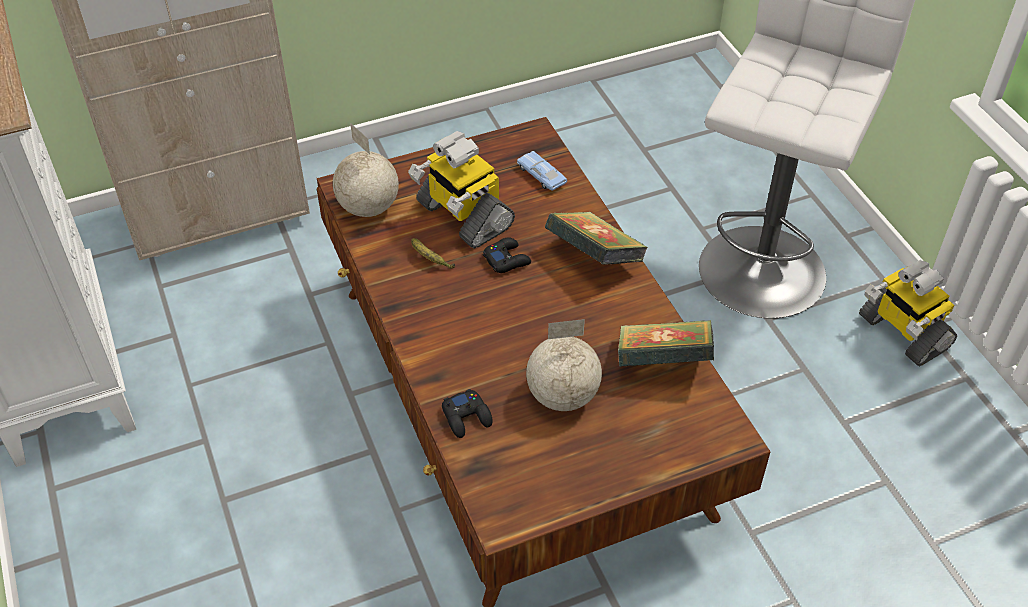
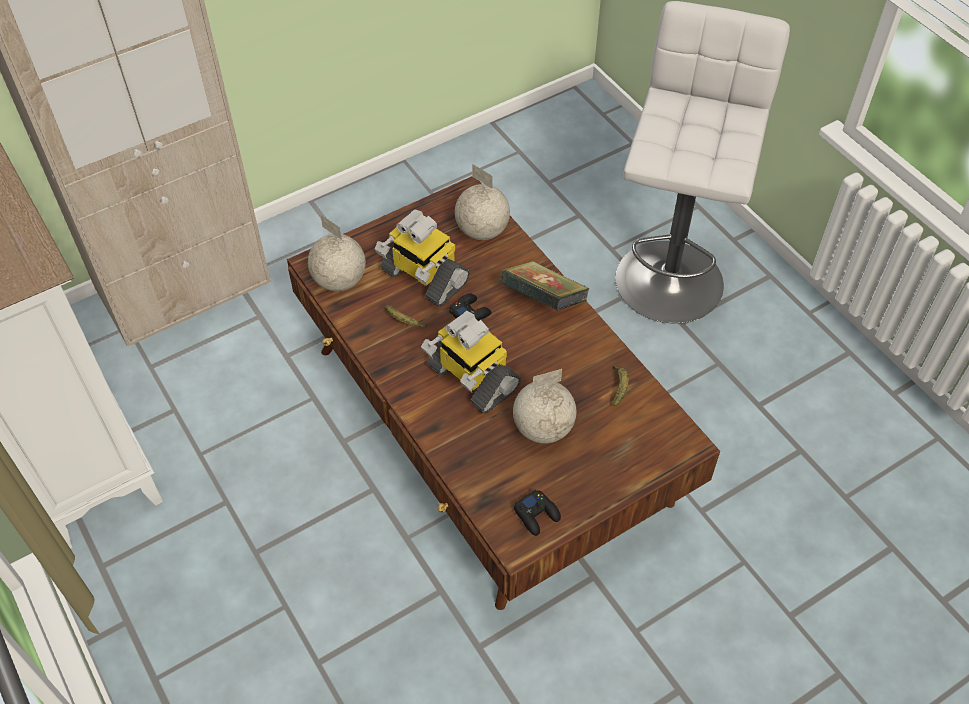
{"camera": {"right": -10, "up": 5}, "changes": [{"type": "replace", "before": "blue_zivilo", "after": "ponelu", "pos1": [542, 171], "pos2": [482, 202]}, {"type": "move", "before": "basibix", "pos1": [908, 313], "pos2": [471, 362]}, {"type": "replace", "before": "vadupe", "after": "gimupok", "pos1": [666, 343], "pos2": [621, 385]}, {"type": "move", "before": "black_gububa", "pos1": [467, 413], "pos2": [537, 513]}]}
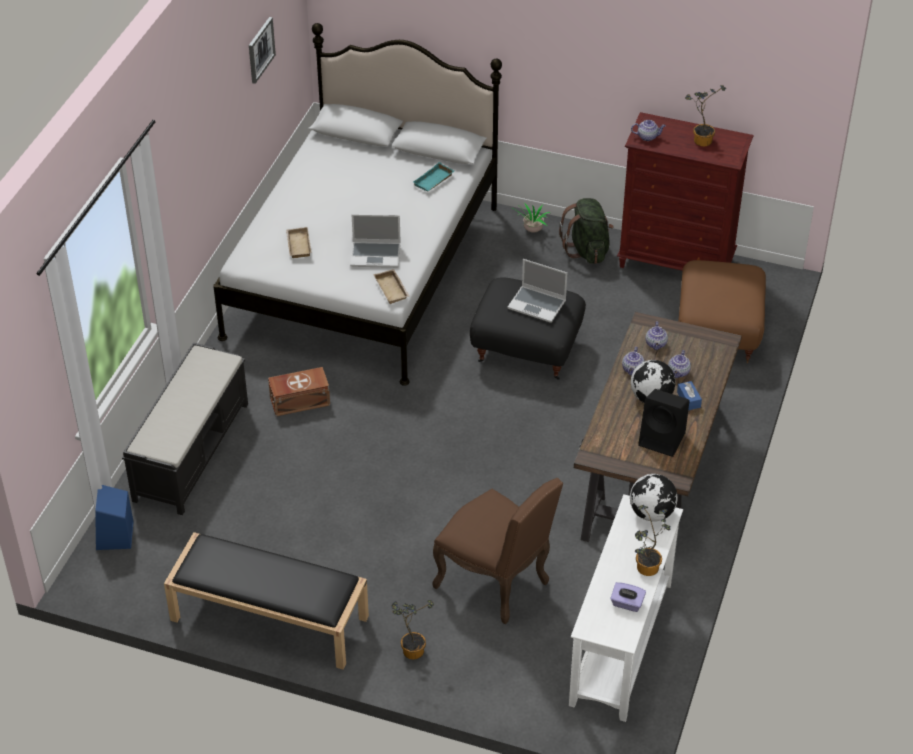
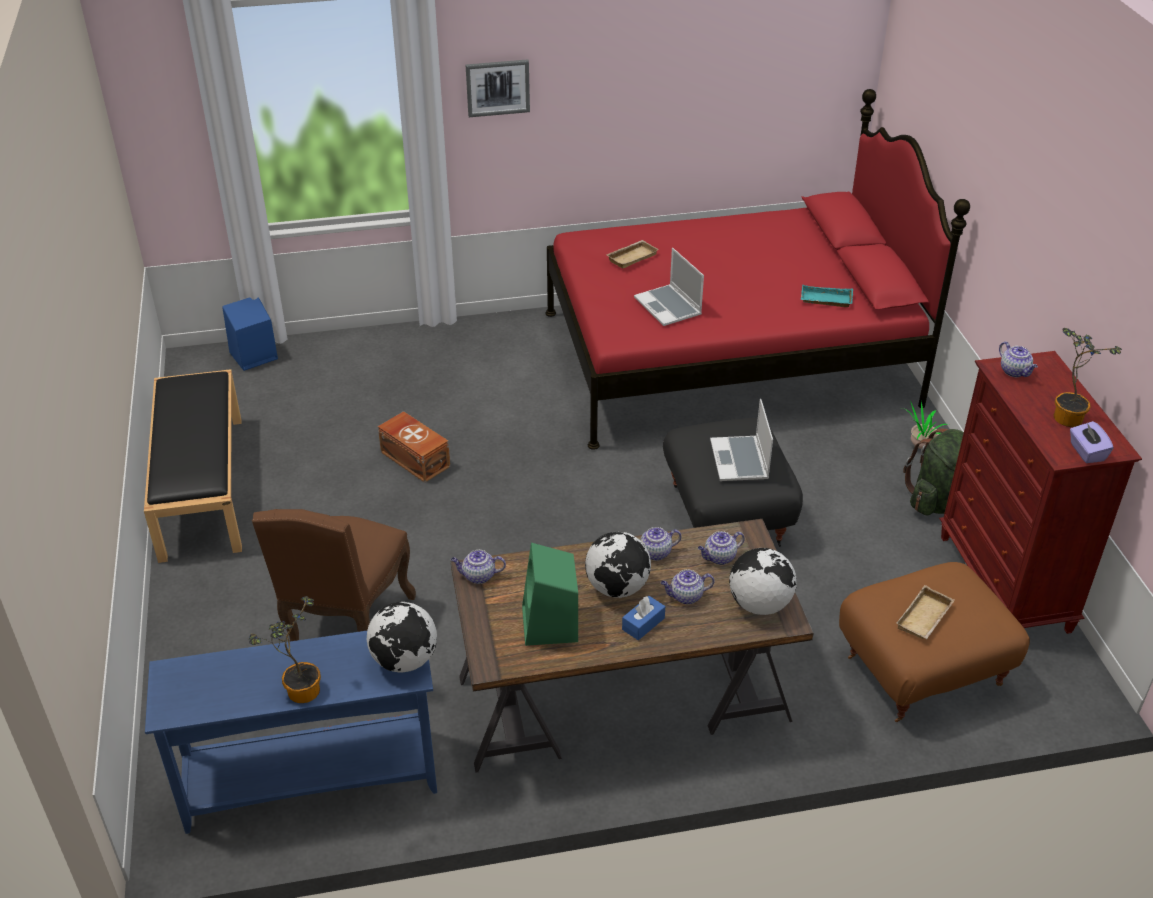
{"camera": {"right": 60, "up": -5}, "changes": [{"type": "move", "before": "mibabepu", "pos1": [262, 50], "pos2": [498, 88]}, {"type": "recolor", "before": "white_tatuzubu", "after": "red_tatuzubu", "pos1": [357, 204], "pos2": [758, 269]}, {"type": "move", "before": "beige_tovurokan", "pos1": [391, 286], "pos2": [925, 612]}, {"type": "delete", "before": "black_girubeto", "pos1": [185, 429]}, {"type": "move", "before": "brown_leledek", "pos1": [299, 391], "pos2": [414, 447]}, {"type": "recolor", "before": "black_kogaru", "after": "green_kogaru", "pos1": [664, 423], "pos2": [550, 594]}, {"type": "recolor", "before": "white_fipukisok", "after": "blue_fipukisok", "pos1": [626, 608], "pos2": [291, 732]}, {"type": "move", "before": "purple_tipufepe", "pos1": [628, 597], "pos2": [1092, 442]}, {"type": "delete", "before": "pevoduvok", "pos1": [412, 629]}, {"type": "insert", "after": "ponelu", "pos2": [763, 581]}, {"type": "insert", "after": "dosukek", "pos2": [478, 567]}]}
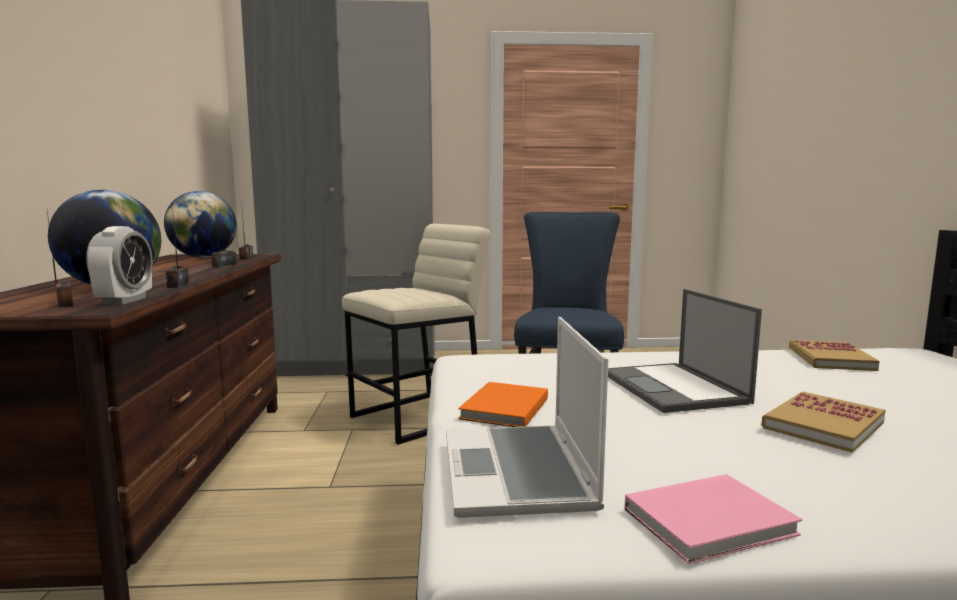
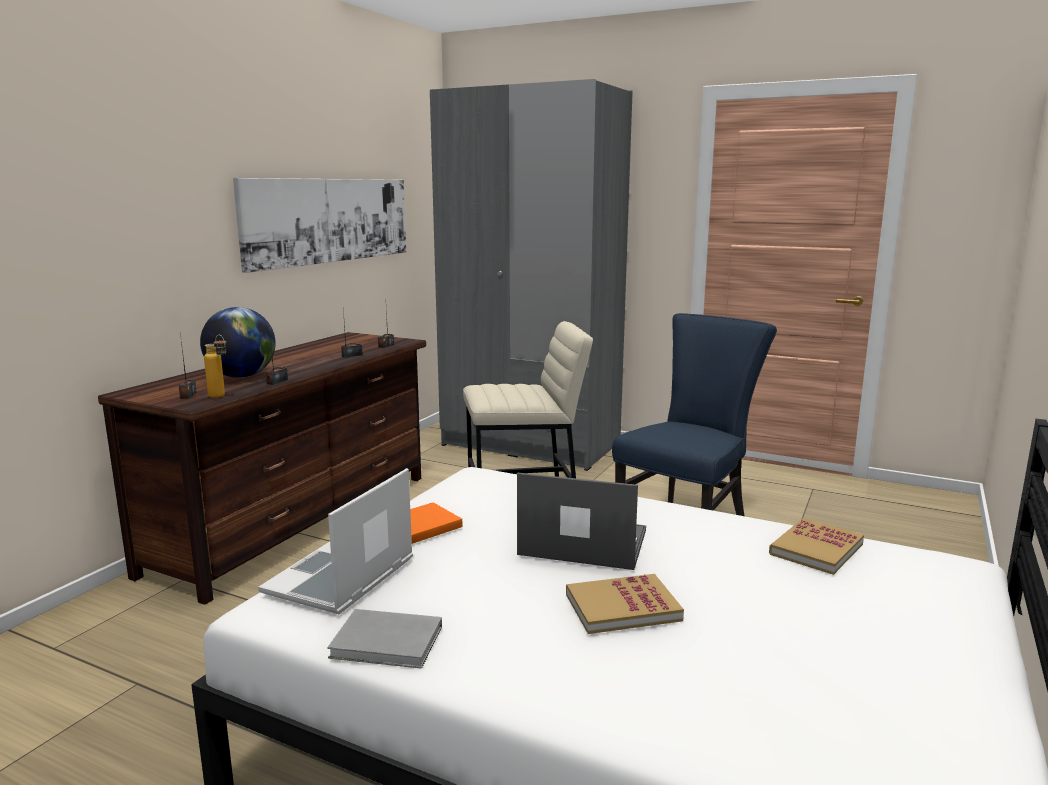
{"camera": {"right": 30, "up": 5}, "changes": [{"type": "delete", "before": "ponelu", "pos1": [200, 224]}, {"type": "replace", "before": "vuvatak", "after": "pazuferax", "pos1": [119, 265], "pos2": [215, 366]}, {"type": "rotate", "before": "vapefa", "pos1": [685, 351], "pos2": [581, 521], "turn": 90}, {"type": "recolor", "before": "pink_vadupe", "after": "grey_vadupe", "pos1": [713, 519], "pos2": [384, 639]}, {"type": "insert", "after": "mibabepu", "pos2": [319, 225]}]}
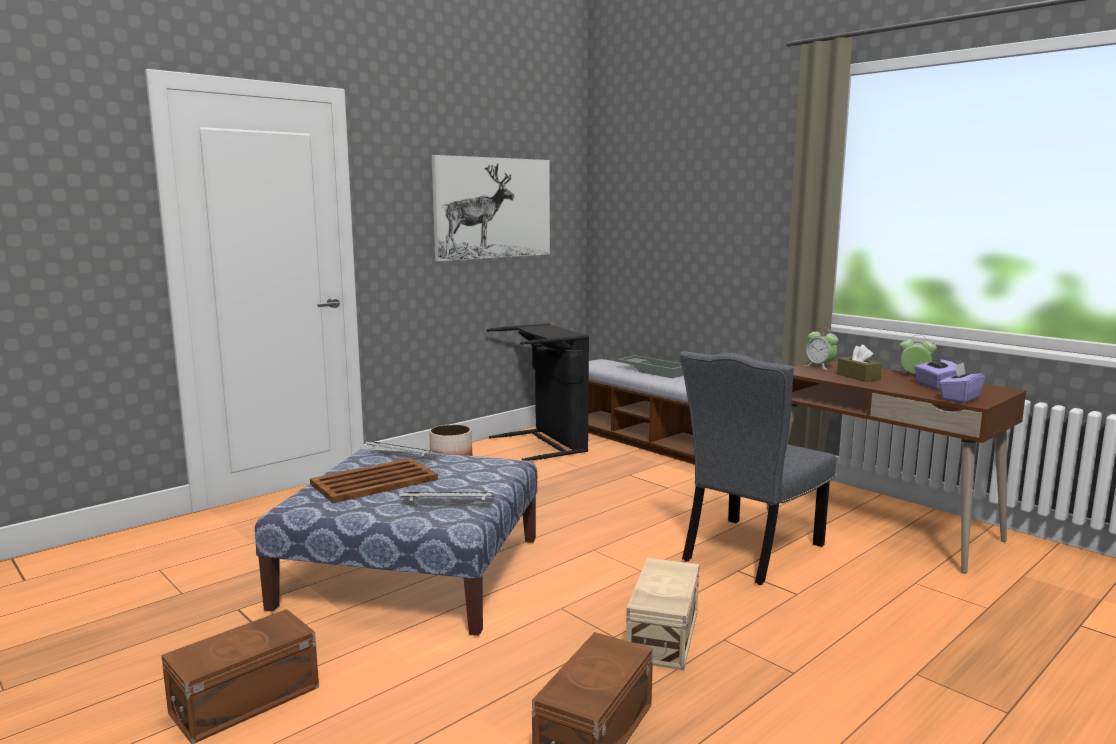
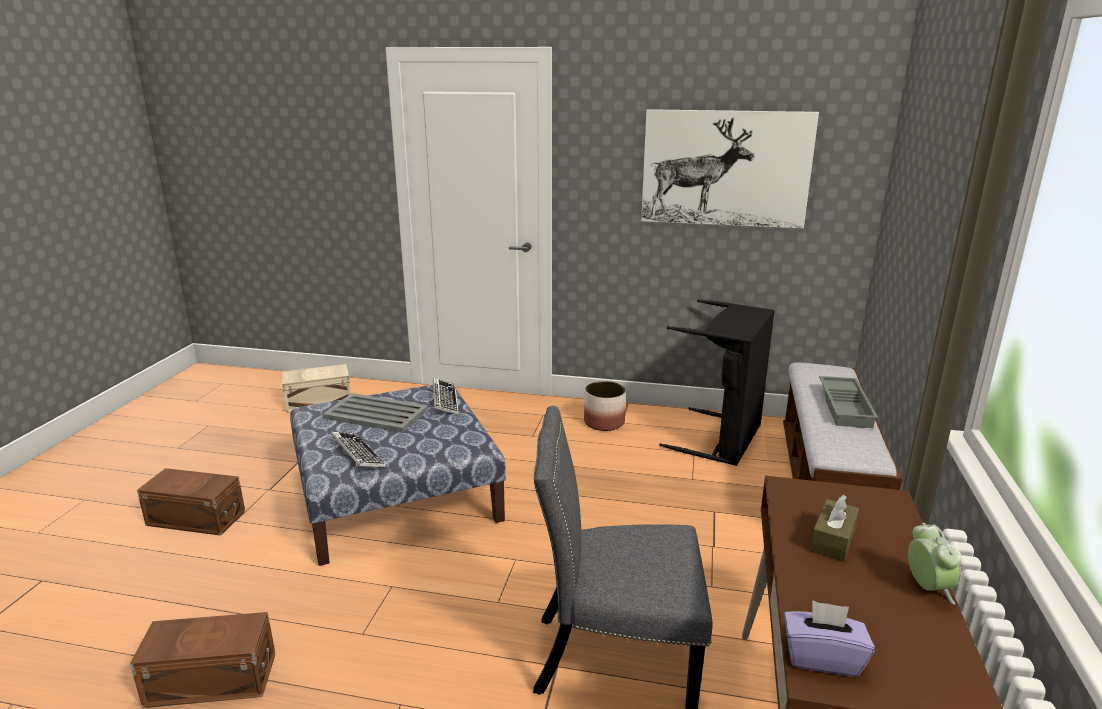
{"camera": {"right": 55, "up": 10}, "changes": [{"type": "delete", "before": "vuvatak", "pos1": [821, 348]}, {"type": "delete", "before": "purple_tipufepe", "pos1": [935, 371]}, {"type": "recolor", "before": "brown_tovurokan", "after": "grey_tovurokan", "pos1": [374, 480], "pos2": [375, 413]}, {"type": "move", "before": "beige_leledek", "pos1": [662, 614], "pos2": [316, 388]}]}
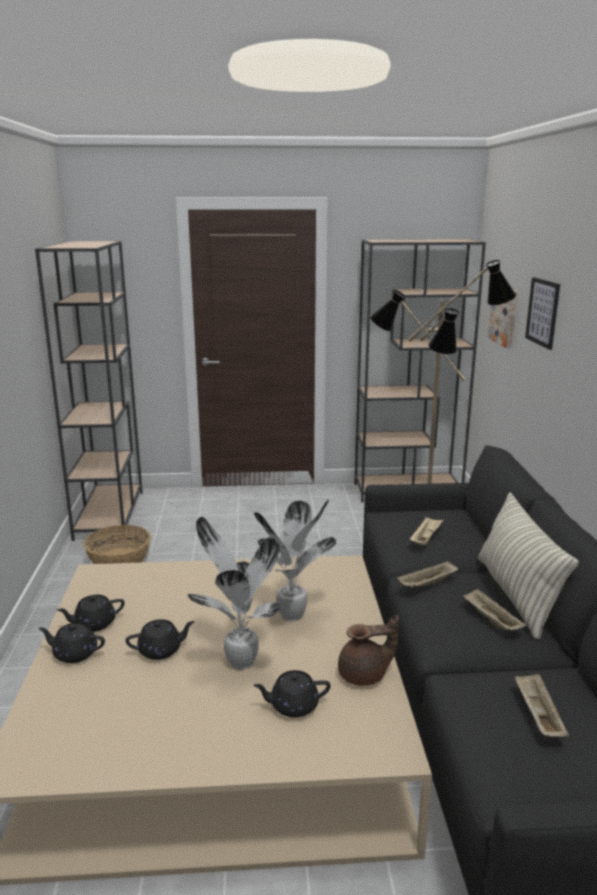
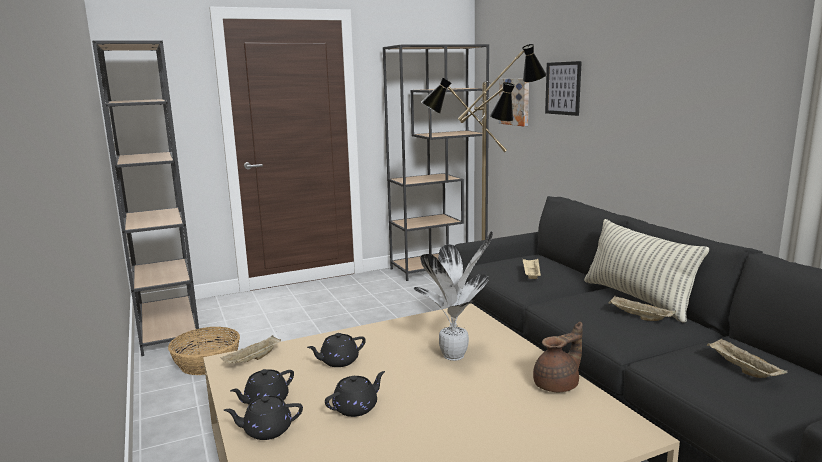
{"camera": {"right": -20, "up": -5}, "changes": [{"type": "delete", "before": "pevoduvok", "pos1": [234, 593]}, {"type": "move", "before": "beige_tovurokan", "pos1": [427, 573], "pos2": [251, 349]}, {"type": "move", "before": "black_dosukek", "pos1": [292, 694], "pos2": [336, 350]}]}
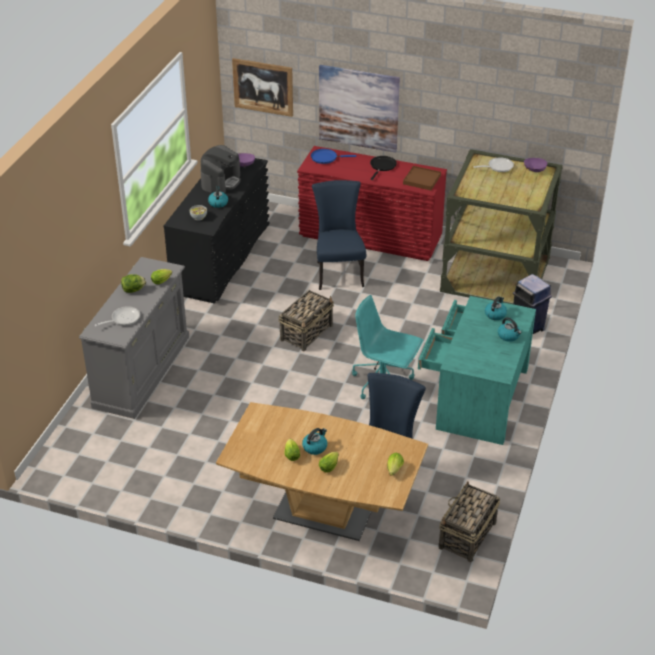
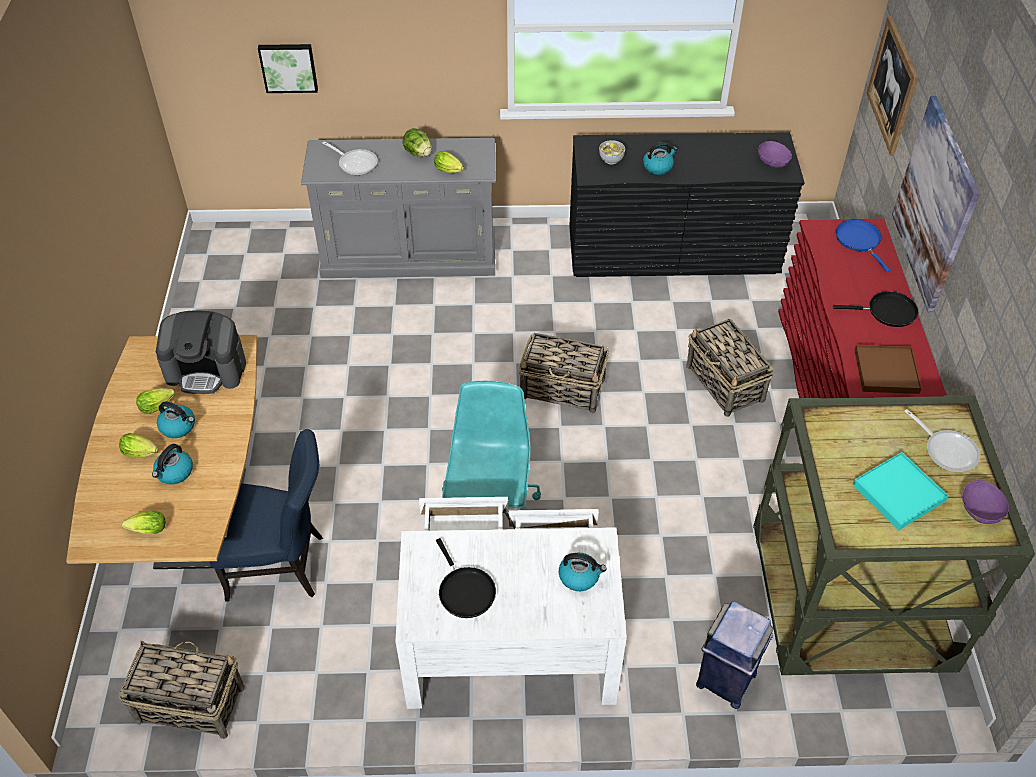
{"camera": {"right": 70, "up": 10}, "changes": [{"type": "move", "before": "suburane", "pos1": [221, 169], "pos2": [201, 352]}, {"type": "replace", "before": "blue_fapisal", "after": "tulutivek", "pos1": [339, 235], "pos2": [730, 368]}, {"type": "recolor", "before": "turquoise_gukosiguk", "after": "white_gukosiguk", "pos1": [477, 370], "pos2": [511, 603]}, {"type": "move", "before": "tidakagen", "pos1": [509, 329], "pos2": [172, 464]}, {"type": "insert", "after": "mibabepu", "pos2": [288, 68]}, {"type": "insert", "after": "turquoise_tovurokan", "pos2": [901, 491]}, {"type": "insert", "after": "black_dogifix", "pos2": [466, 578]}]}
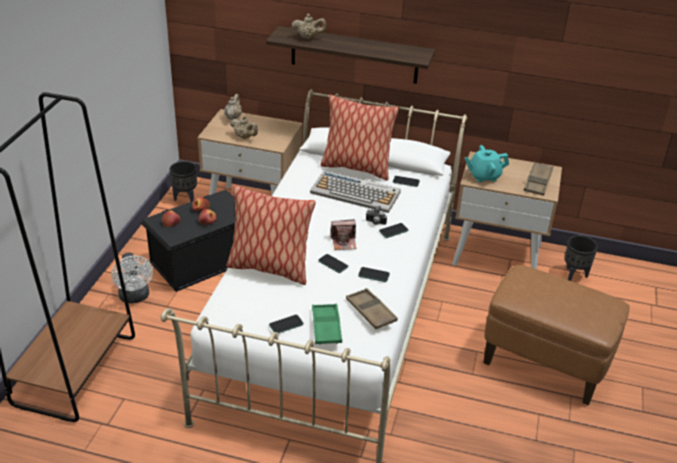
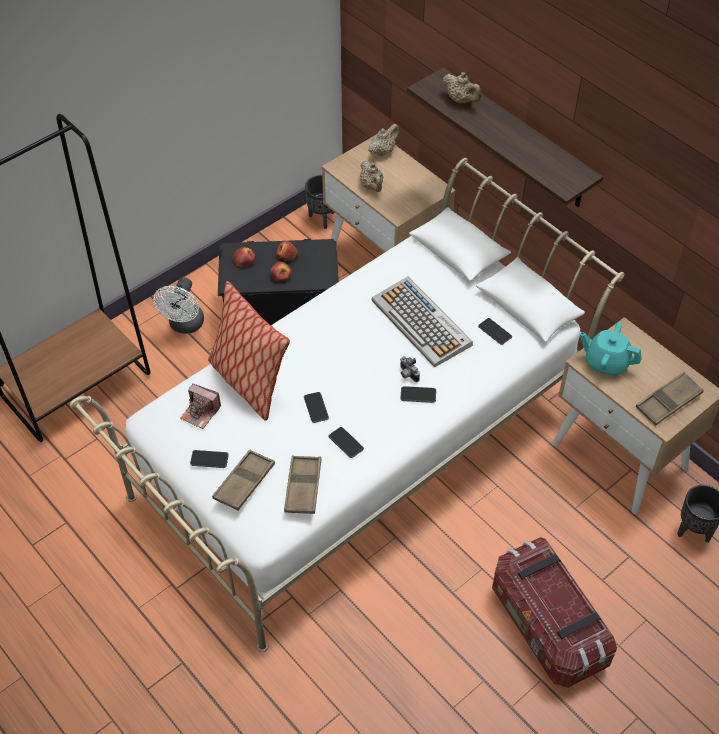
{"camera": {"right": 35, "up": 15}, "changes": [{"type": "delete", "before": "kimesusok", "pos1": [359, 137]}, {"type": "move", "before": "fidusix", "pos1": [343, 234], "pos2": [200, 406]}, {"type": "replace", "before": "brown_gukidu", "after": "leledek", "pos1": [556, 335], "pos2": [554, 612]}, {"type": "recolor", "before": "green_tovurokan", "after": "brown_tovurokan", "pos1": [327, 323], "pos2": [243, 480]}]}
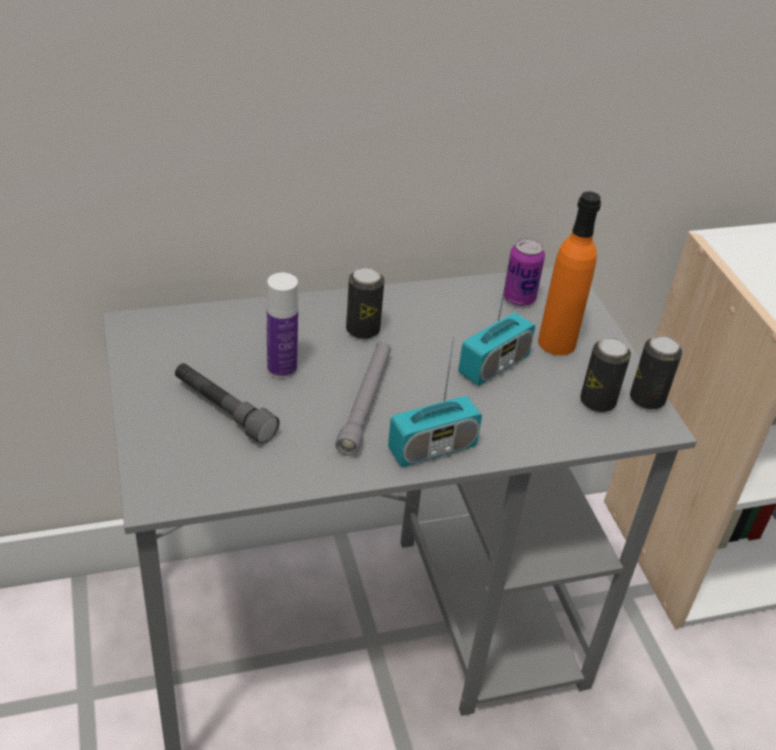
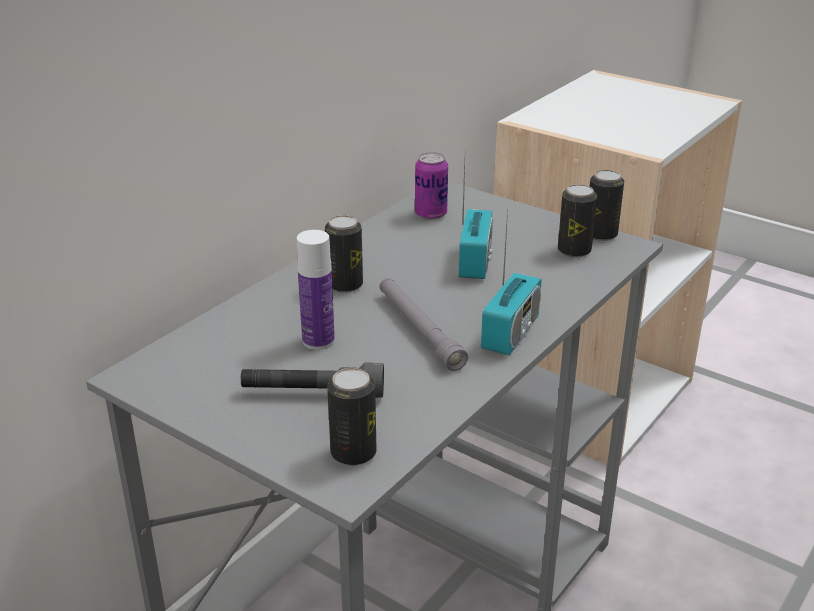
{"camera": {"right": -35, "up": -10}, "changes": [{"type": "delete", "before": "orange_pazuferax", "pos1": [569, 273]}, {"type": "insert", "after": "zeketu", "pos2": [351, 417]}]}
